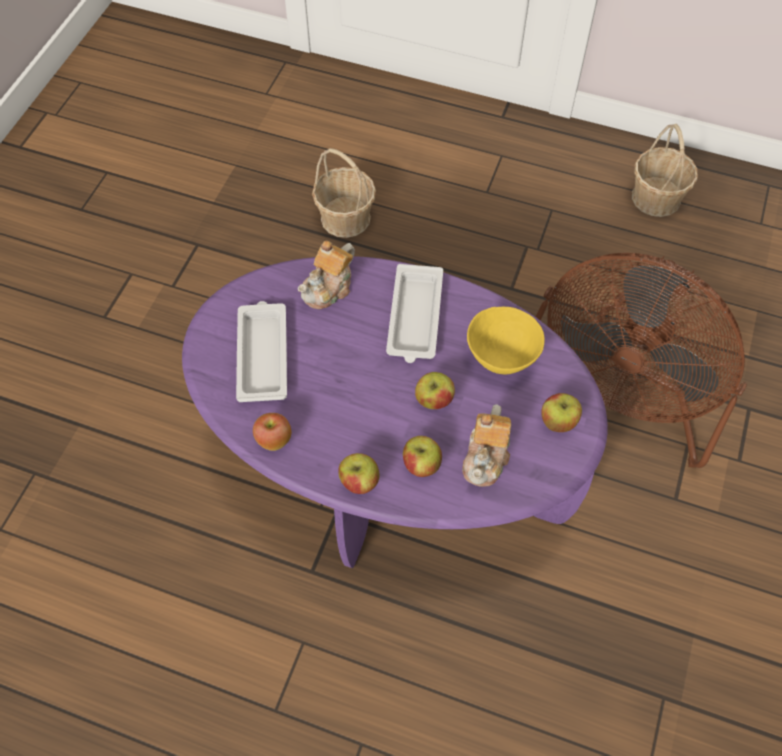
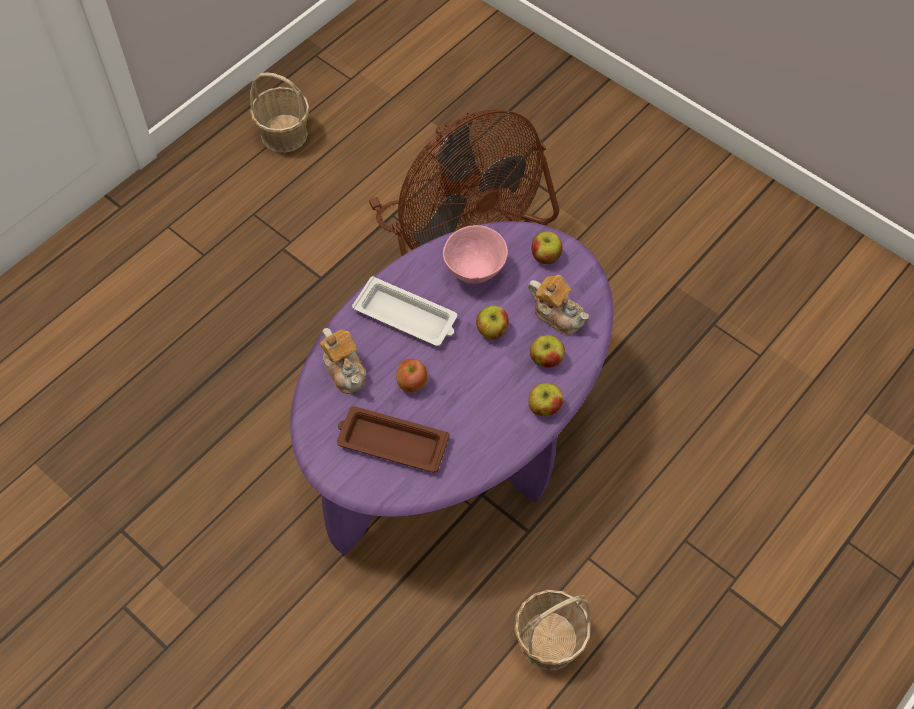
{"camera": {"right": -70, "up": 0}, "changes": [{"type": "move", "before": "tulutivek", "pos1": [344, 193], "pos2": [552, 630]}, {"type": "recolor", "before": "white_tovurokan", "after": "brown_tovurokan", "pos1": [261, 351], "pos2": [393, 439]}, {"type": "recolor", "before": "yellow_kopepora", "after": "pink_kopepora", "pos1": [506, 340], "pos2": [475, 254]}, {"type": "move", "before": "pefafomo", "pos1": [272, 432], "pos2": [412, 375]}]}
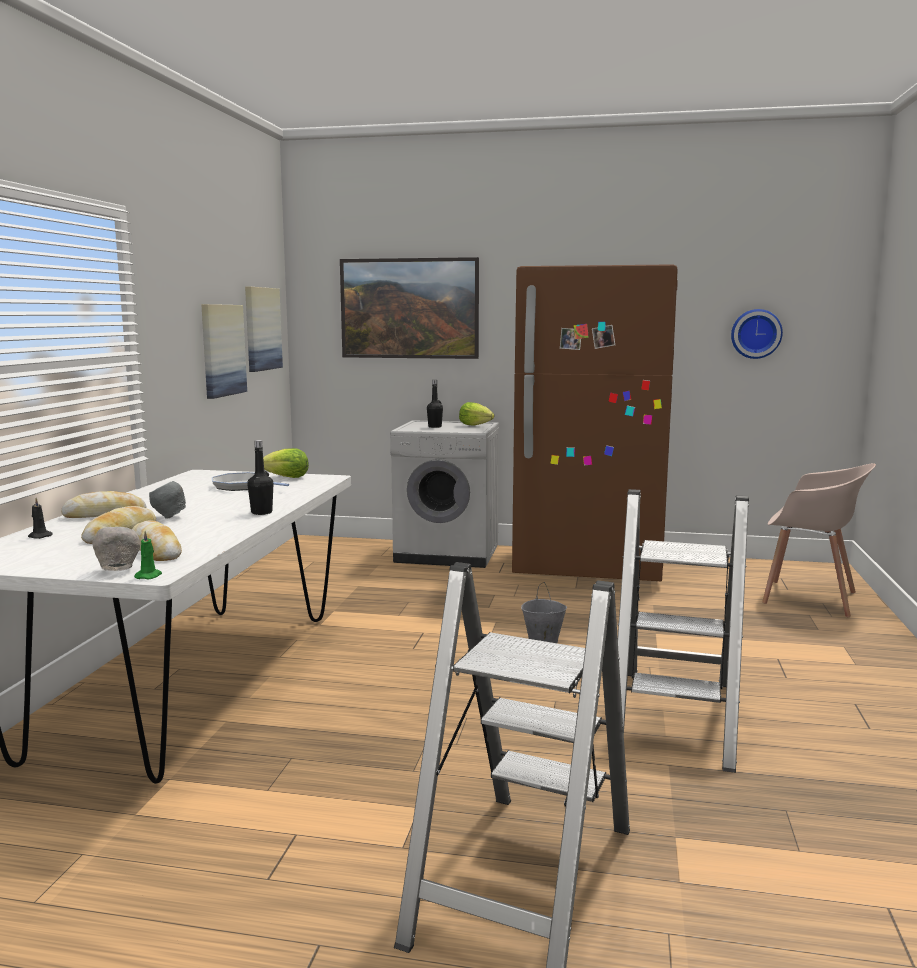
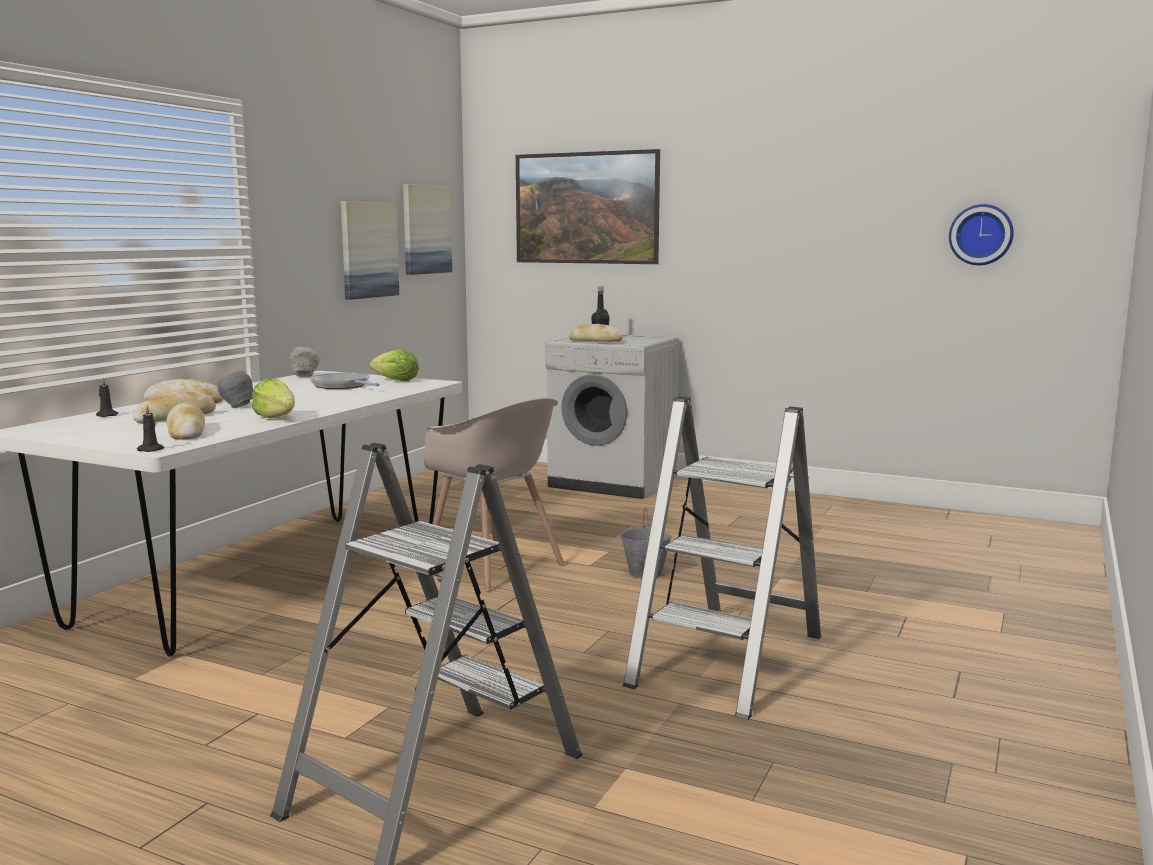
{"camera": {"right": 15, "up": 0}, "changes": [{"type": "delete", "before": "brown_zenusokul", "pos1": [595, 422]}, {"type": "move", "before": "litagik", "pos1": [476, 414], "pos2": [273, 398]}, {"type": "delete", "before": "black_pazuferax", "pos1": [260, 477]}, {"type": "move", "before": "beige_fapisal", "pos1": [819, 540], "pos2": [494, 495]}, {"type": "move", "before": "grey_kopepora", "pos1": [116, 549], "pos2": [304, 362]}, {"type": "recolor", "before": "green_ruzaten", "after": "black_ruzaten", "pos1": [148, 555], "pos2": [150, 428]}, {"type": "insert", "after": "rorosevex", "pos2": [596, 333]}]}
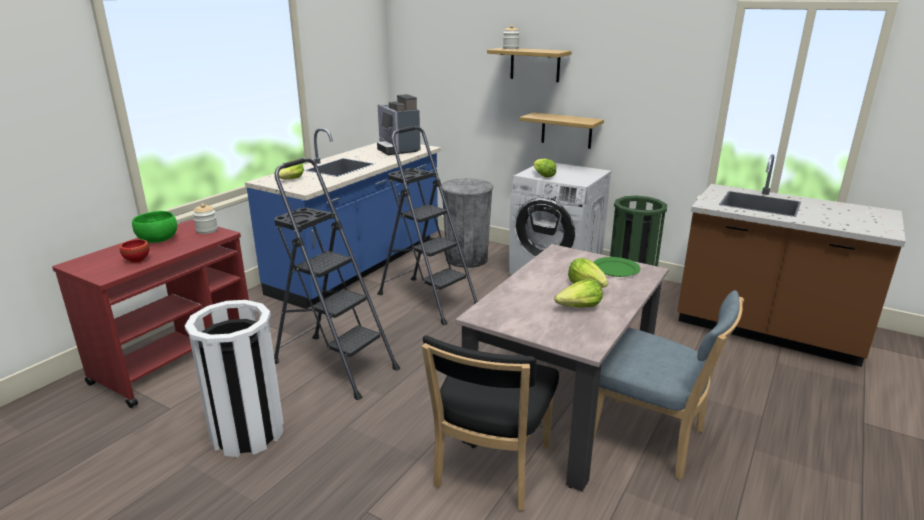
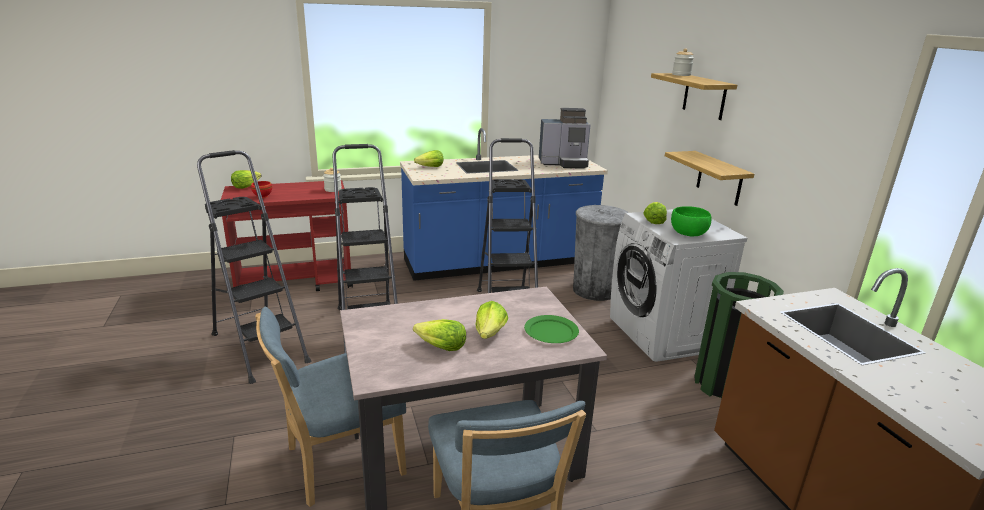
{"camera": {"right": 40, "up": 0}, "changes": [{"type": "rotate", "before": "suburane", "pos1": [398, 124], "pos2": [565, 138], "turn": -105}, {"type": "move", "before": "green_kopepora", "pos1": [154, 227], "pos2": [691, 221]}, {"type": "replace", "before": "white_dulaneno", "after": "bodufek", "pos1": [234, 378], "pos2": [254, 267]}, {"type": "recolor", "before": "black_fapisal", "after": "blue_fapisal", "pos1": [490, 423], "pos2": [331, 407]}, {"type": "insert", "after": "litagik", "pos2": [246, 179]}]}
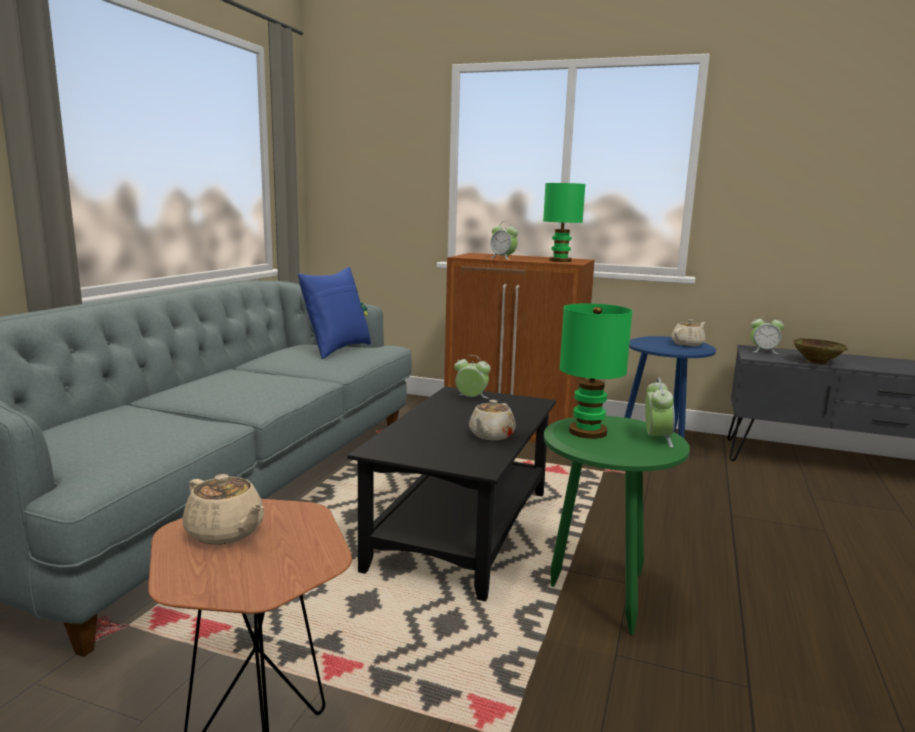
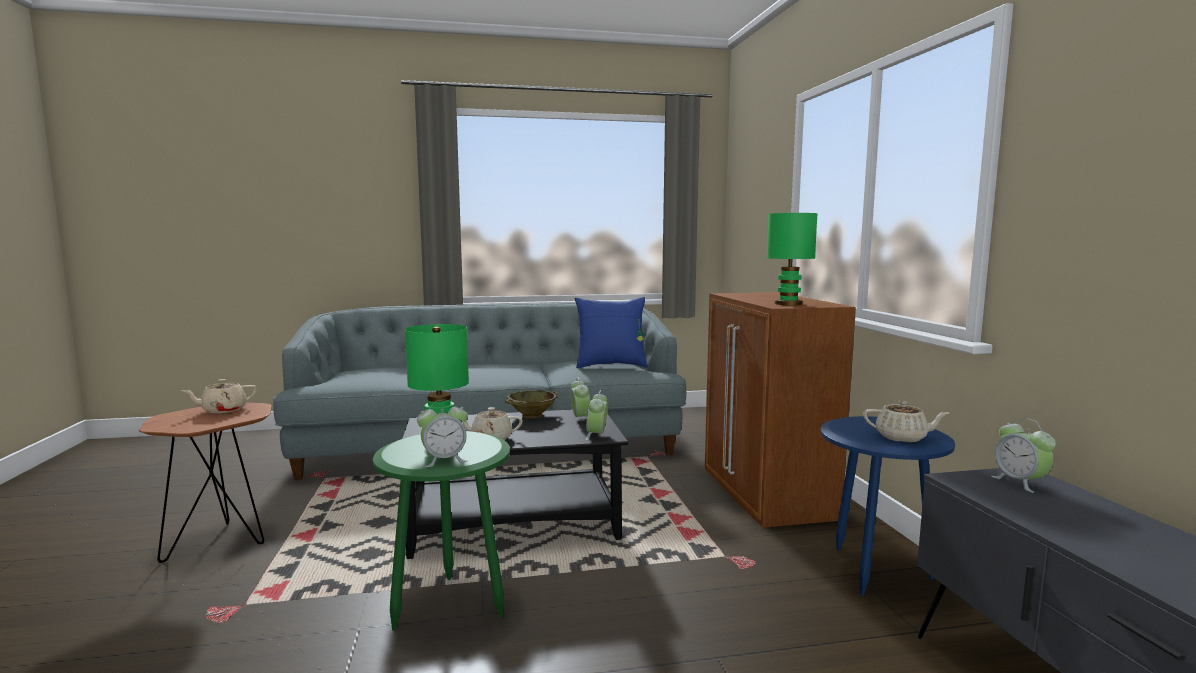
{"camera": {"right": 60, "up": -5}, "changes": [{"type": "move", "before": "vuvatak", "pos1": [504, 240], "pos2": [597, 415]}, {"type": "move", "before": "beige_kopepora", "pos1": [820, 351], "pos2": [531, 404]}, {"type": "rotate", "before": "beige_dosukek", "pos1": [223, 509], "pos2": [220, 396], "turn": 45}]}
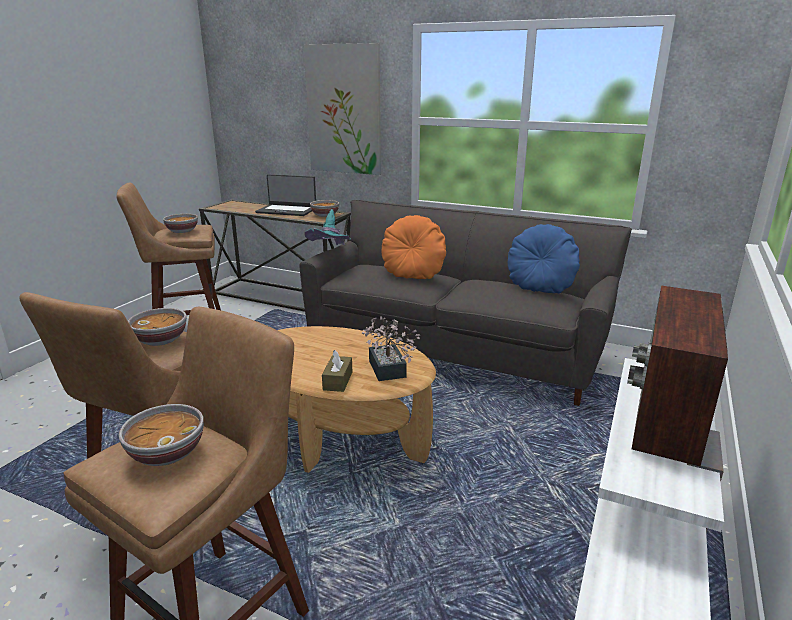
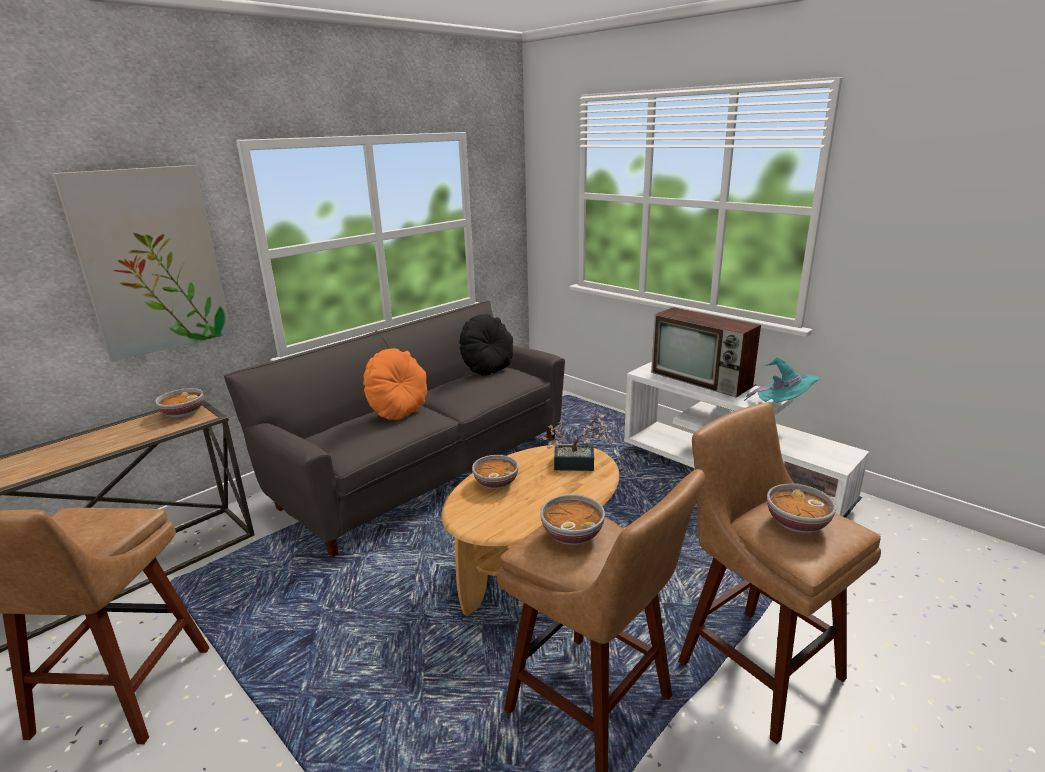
{"camera": {"right": -70, "up": 0}, "changes": [{"type": "delete", "before": "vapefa", "pos1": [285, 195]}, {"type": "move", "before": "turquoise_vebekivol", "pos1": [327, 227], "pos2": [782, 380]}, {"type": "move", "before": "kopepora", "pos1": [180, 223], "pos2": [495, 472]}, {"type": "recolor", "before": "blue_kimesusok", "after": "black_kimesusok", "pos1": [544, 258], "pos2": [486, 345]}, {"type": "delete", "before": "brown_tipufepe", "pos1": [337, 371]}]}
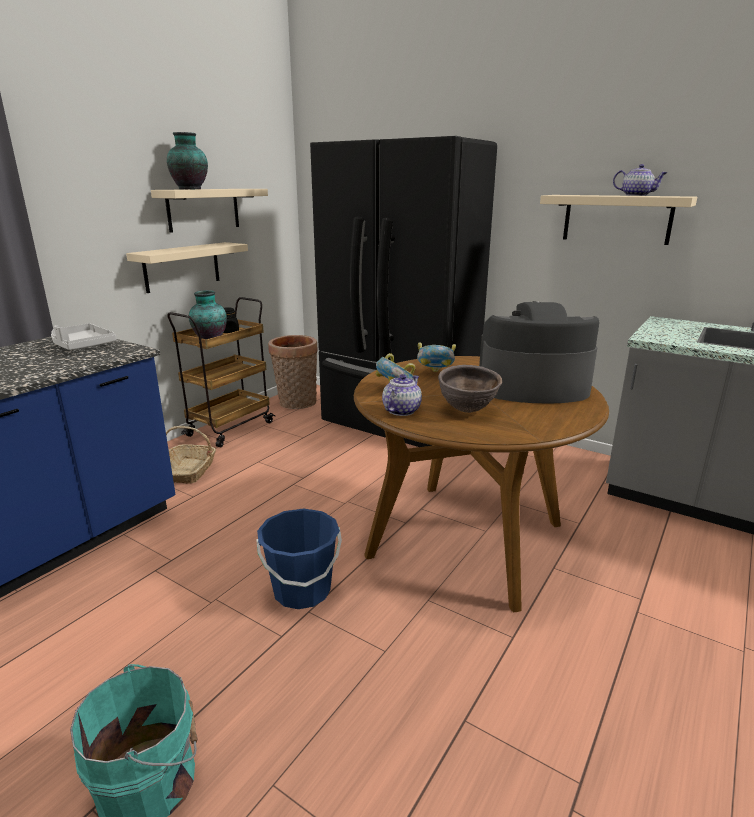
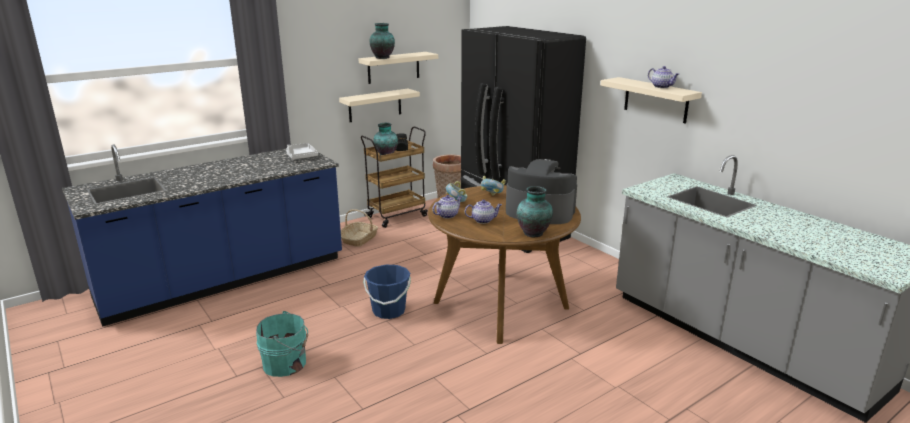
{"camera": {"right": 20, "up": 0}, "changes": [{"type": "replace", "before": "brown_kopepora", "after": "dosukek", "pos1": [470, 389], "pos2": [483, 212]}, {"type": "insert", "after": "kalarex", "pos2": [535, 212]}]}
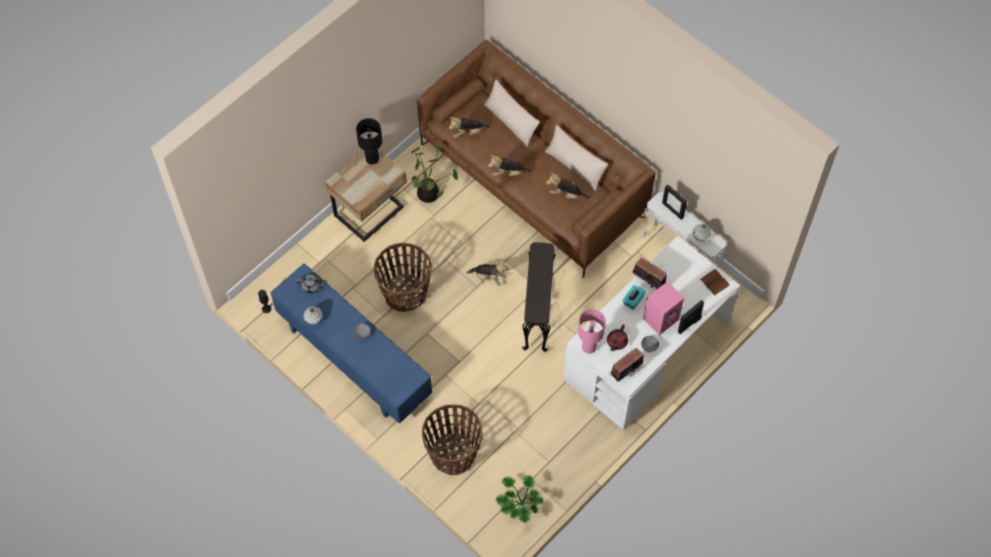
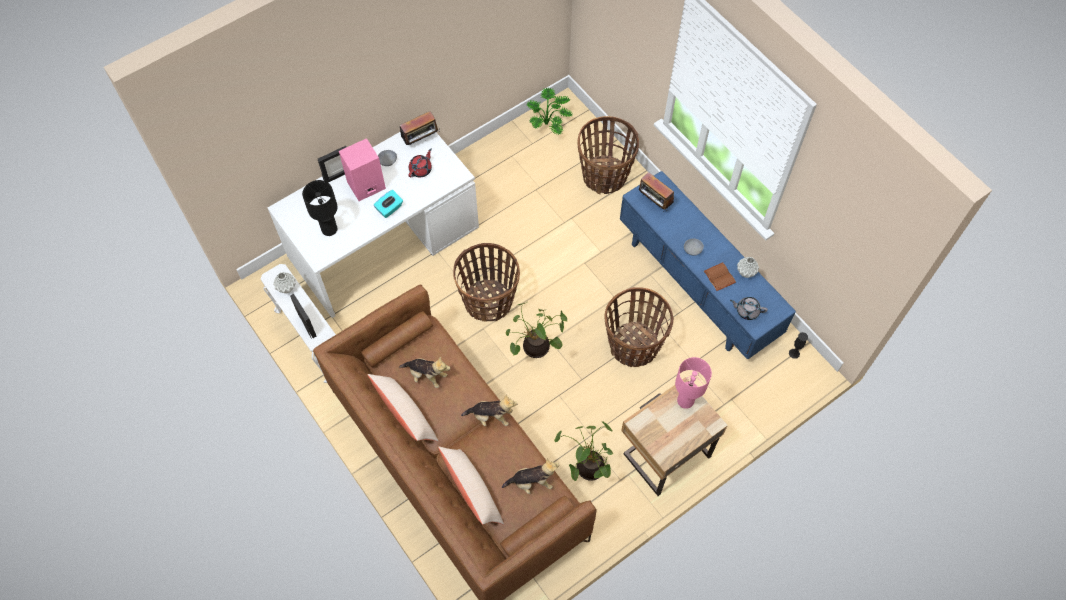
{"camera": {"right": -170, "up": 0}, "changes": [{"type": "move", "before": "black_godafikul", "pos1": [369, 141], "pos2": [320, 208]}, {"type": "replace", "before": "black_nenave", "after": "tulutivek", "pos1": [539, 297], "pos2": [486, 282]}, {"type": "move", "before": "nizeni", "pos1": [650, 273], "pos2": [656, 192]}, {"type": "replace", "before": "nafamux", "after": "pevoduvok", "pos1": [488, 273], "pos2": [536, 330]}, {"type": "move", "before": "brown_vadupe", "pos1": [715, 282], "pos2": [720, 276]}, {"type": "move", "before": "pink_godafikul", "pos1": [592, 331], "pos2": [693, 383]}]}
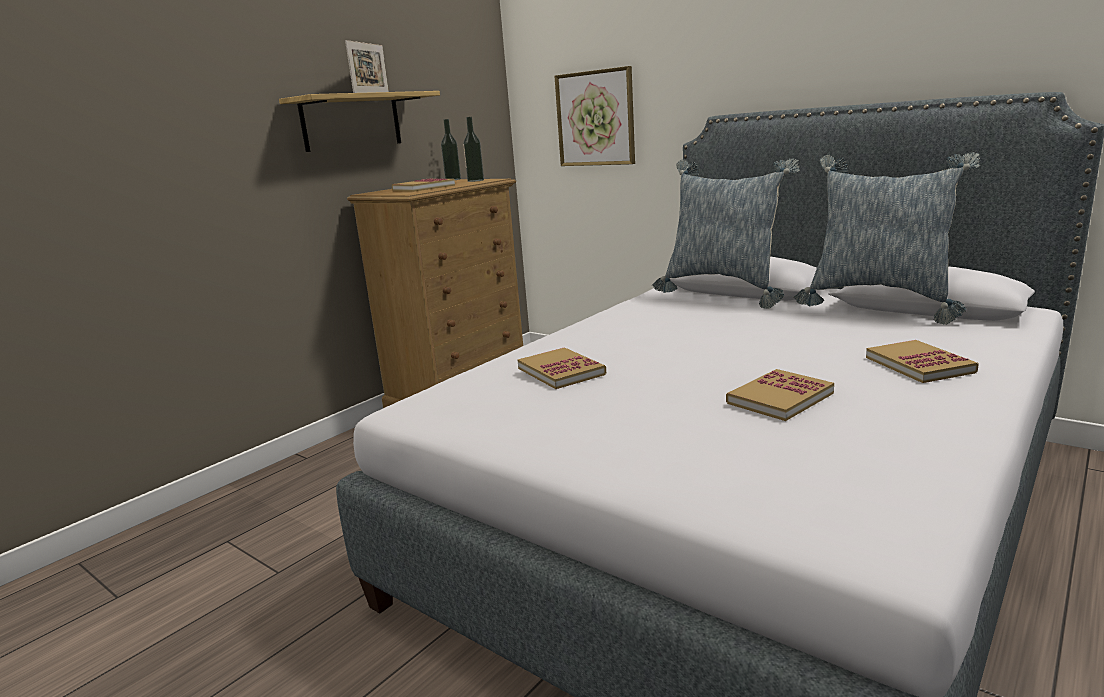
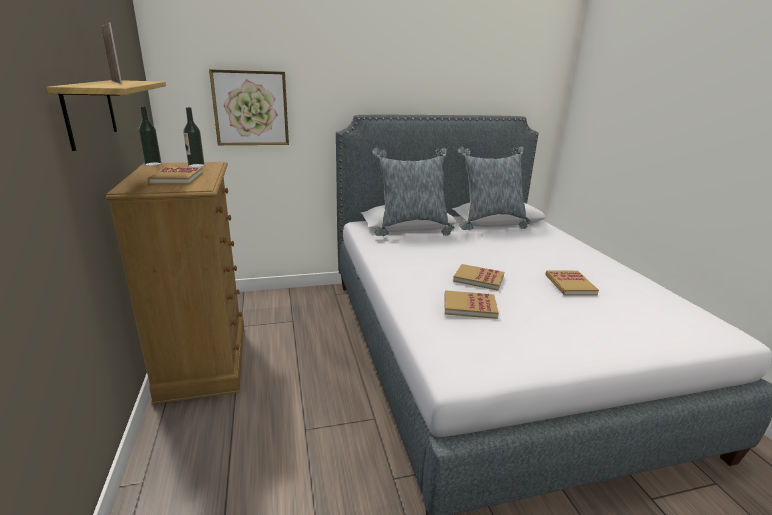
{"camera": {"right": -55, "up": 5}, "changes": [{"type": "move", "before": "vadupe", "pos1": [922, 361], "pos2": [478, 277]}]}
